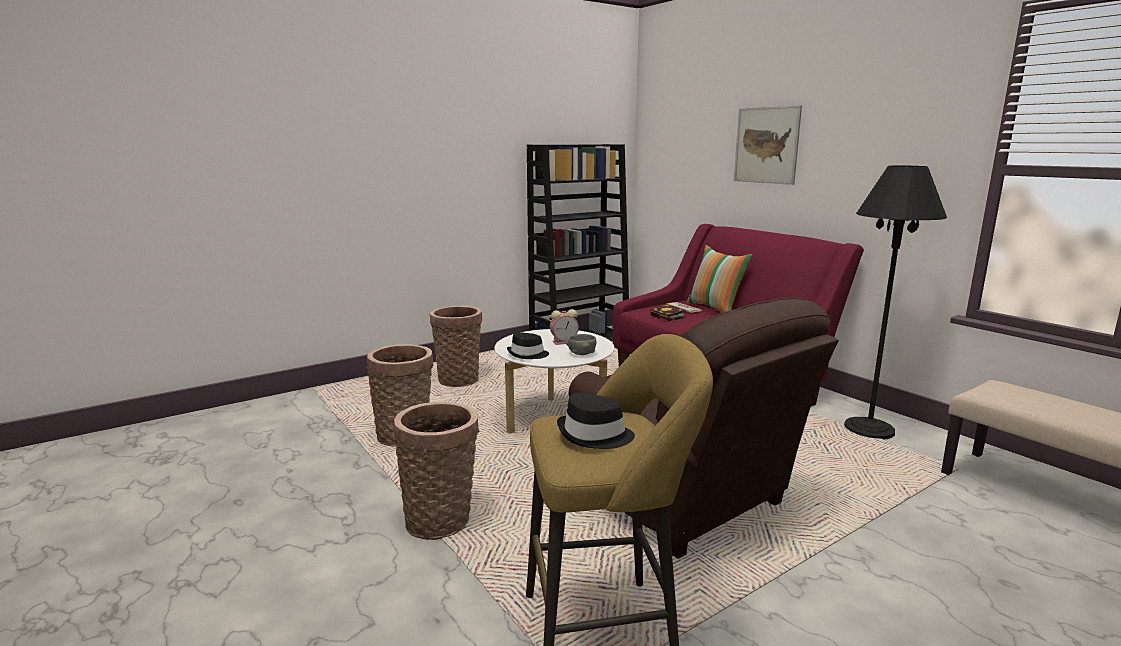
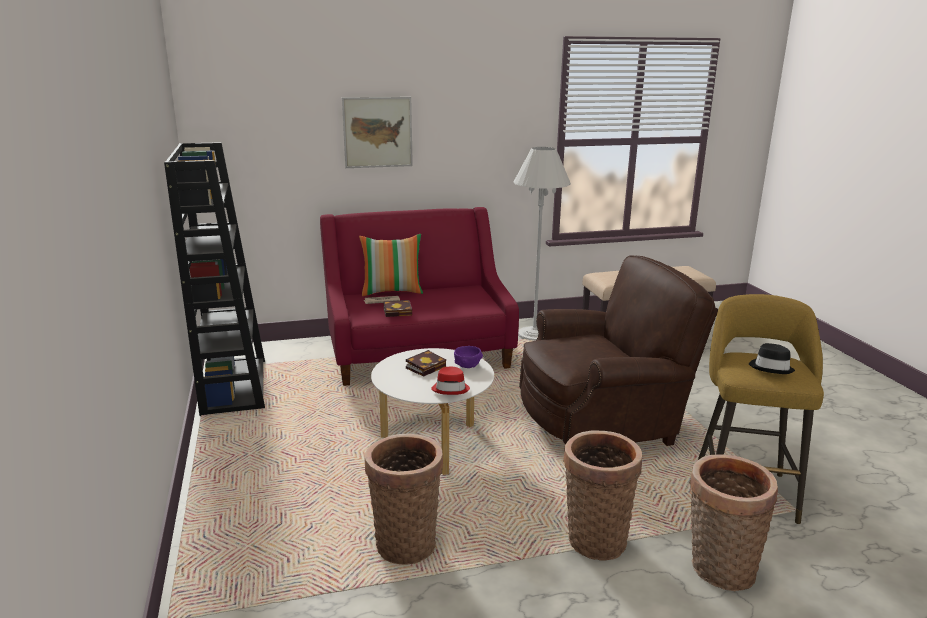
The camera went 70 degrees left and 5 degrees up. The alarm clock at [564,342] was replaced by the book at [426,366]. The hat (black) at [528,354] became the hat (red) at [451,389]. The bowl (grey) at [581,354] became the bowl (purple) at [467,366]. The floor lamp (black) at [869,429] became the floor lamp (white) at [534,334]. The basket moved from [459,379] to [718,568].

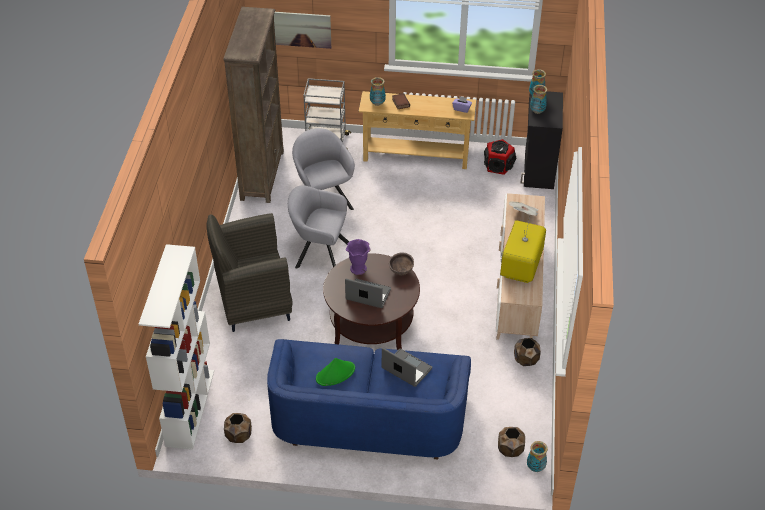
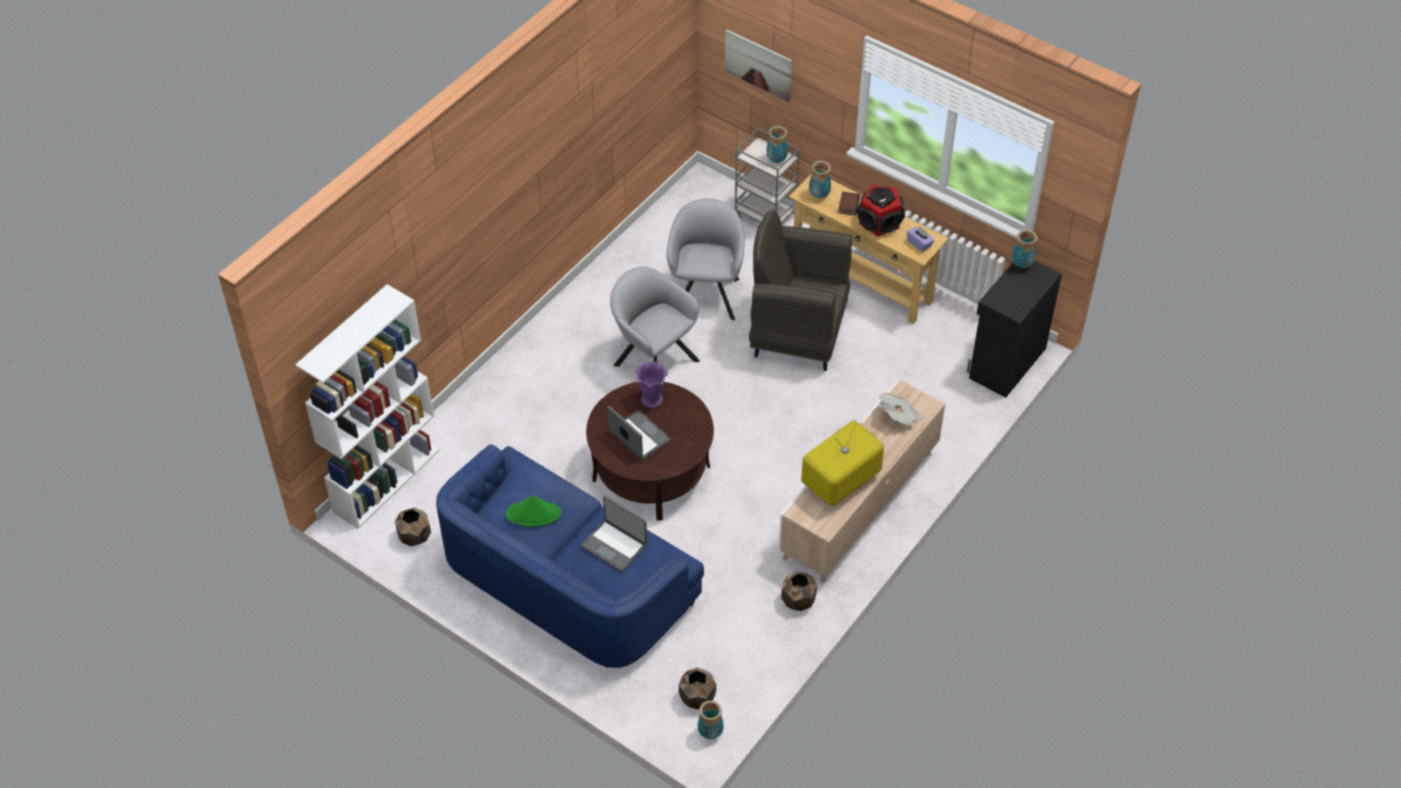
The camera went 30 degrees right and 5 degrees up. The laptop at [406,369] turned 150 degrees clockwise. The armchair (grey) moved from [253,302] to [797,333]. The vase moved from [537,111] to [776,160]. The speaker moved from [498,166] to [880,222]. The bookcase (brown) at [262,175] disappeared. The bowl (brown) at [401,272] disappeared.

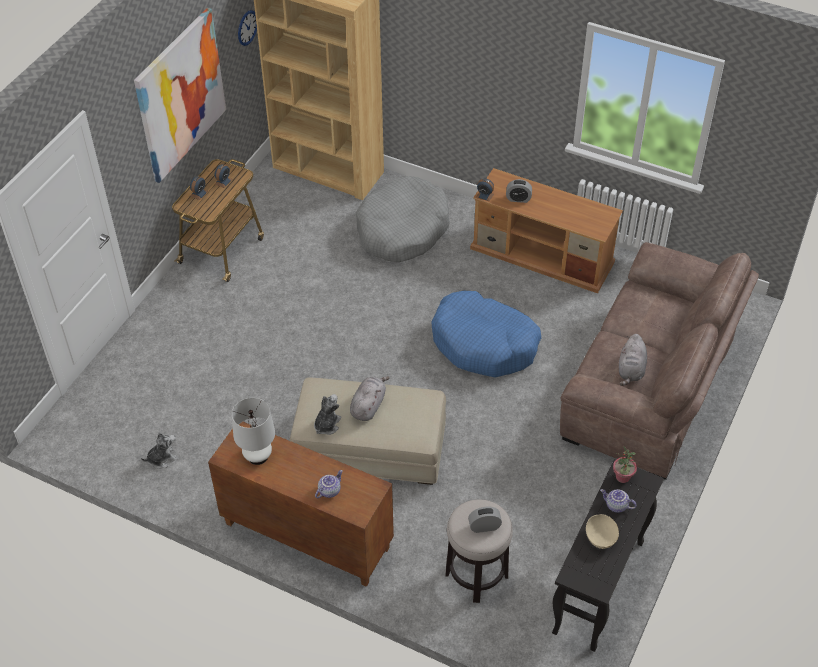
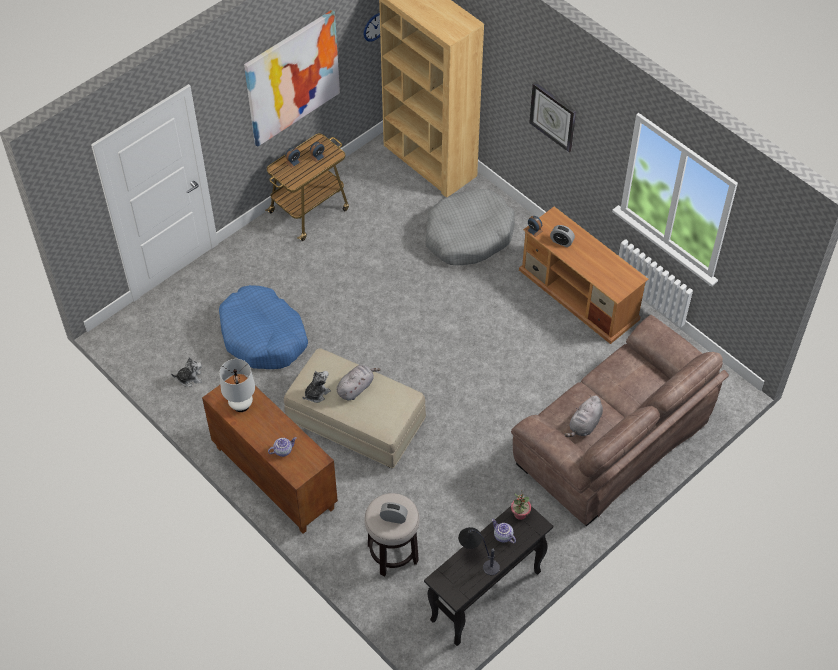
The camera went 20 degrees right and 5 degrees up. The dog bed (blue) moved from [484,343] to [263,336]. The bowl (beige) at [601,538] was replaced by the table lamp at [477,558]. The wall clock at [553,116] appeared.

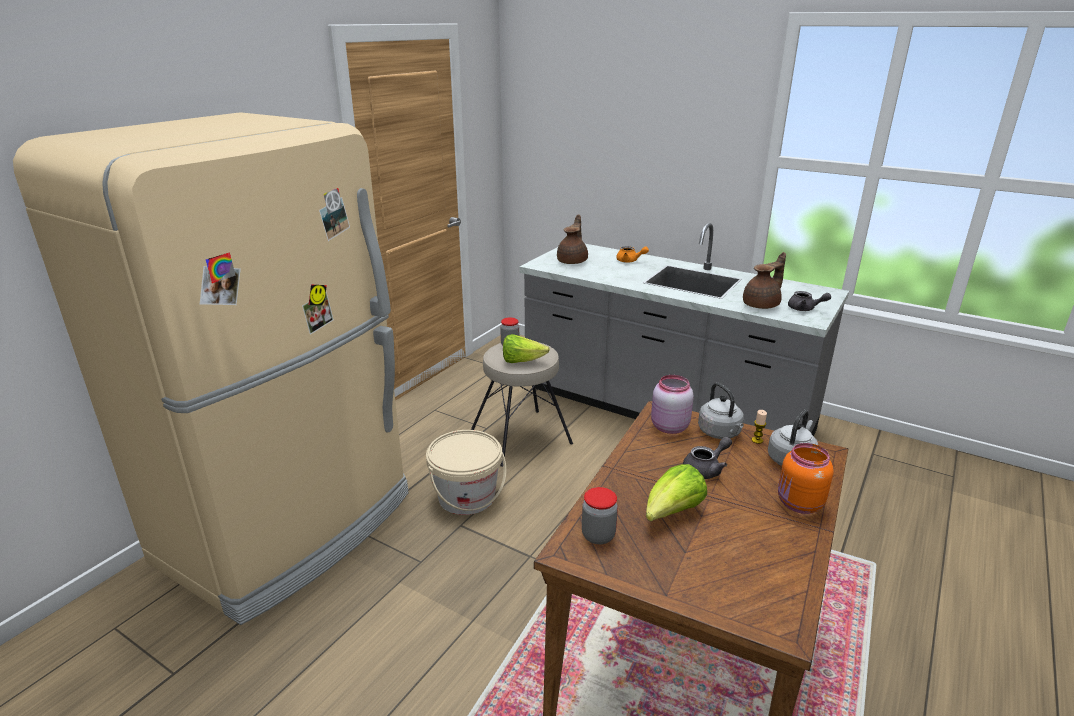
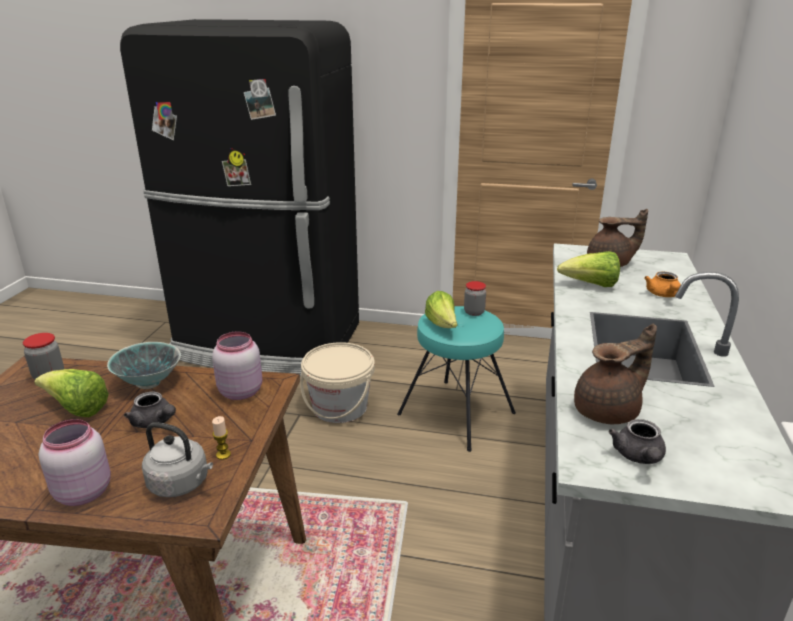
The camera went 70 degrees right and 0 degrees up. The jar (orange) at [798,504] became the jar (pink) at [82,491]. The bowl at [148,383] appeared. The fridge (beige) at [291,527] became the fridge (black) at [269,342]. The stool (beige) at [521,437] became the stool (turquoise) at [456,414]. The lettuce at [590,285] appeared. The teapot (brown) at [762,305] turned 60 degrees counterclockwise. The kettle (grey) at [720,433] disappeared.

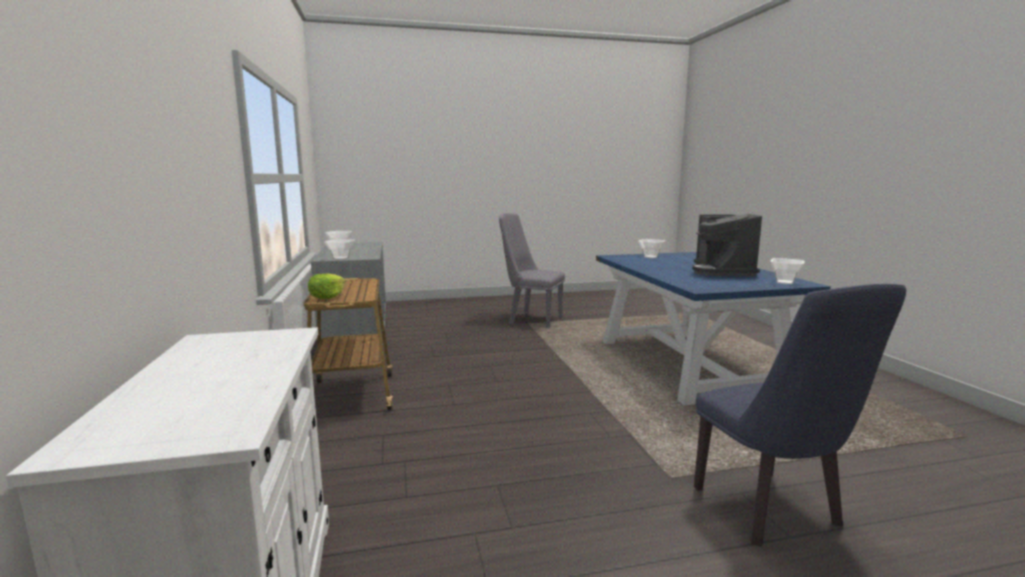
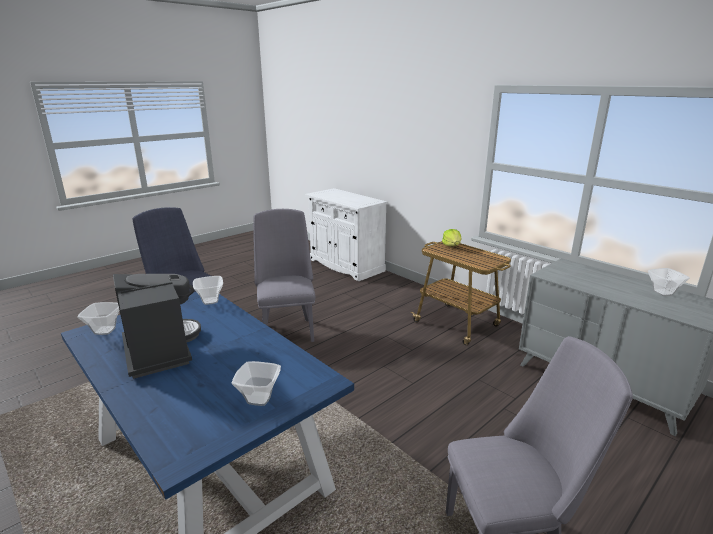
The camera went 150 degrees right and 10 degrees up. The bowl moved from [341,258] to [209,301]. The chair (grey) at [287,329] appeared.

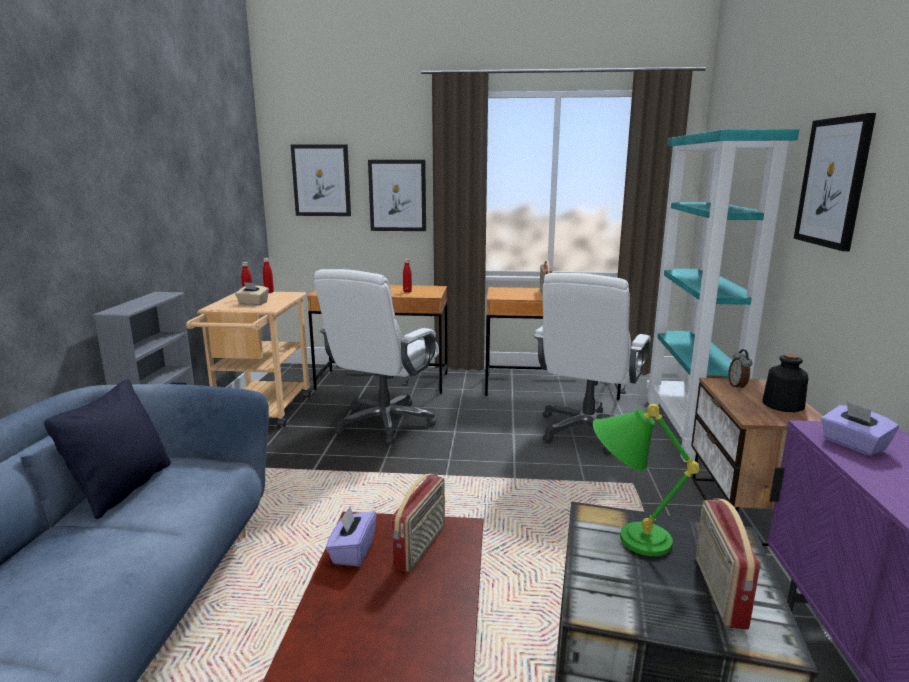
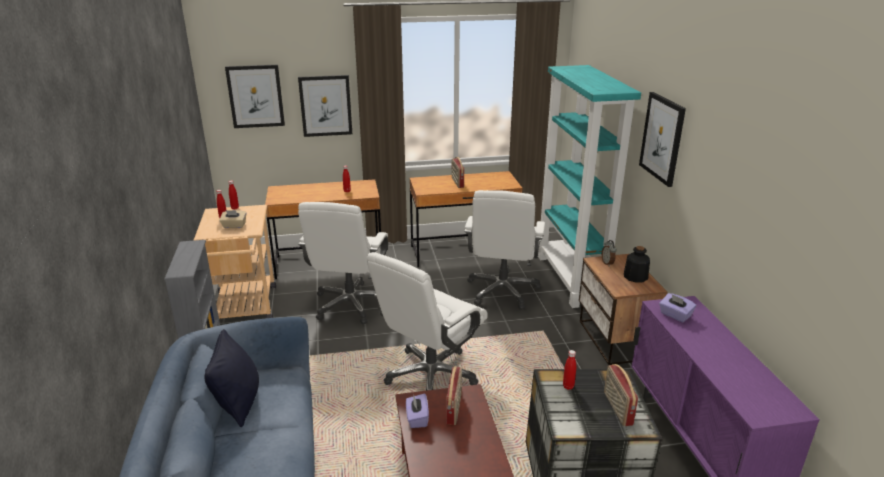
The camera went 15 degrees left and 10 degrees up. The office chair (white) at [430,375] appeared. The table lamp (green) at [626,537] was replaced by the bottle (red) at [568,386].

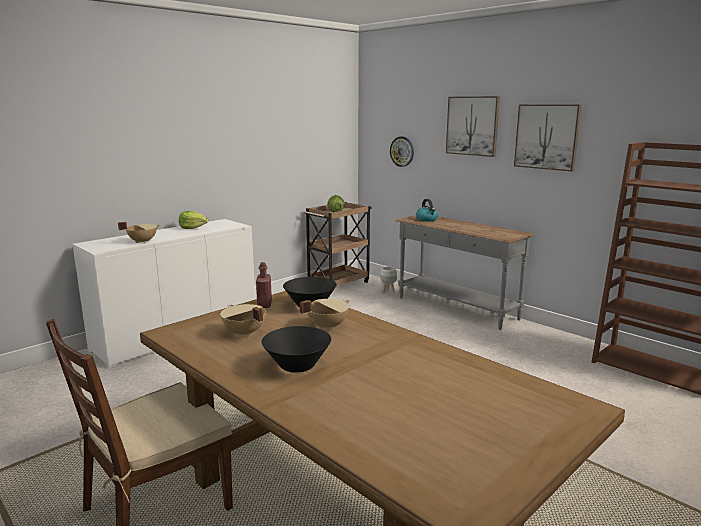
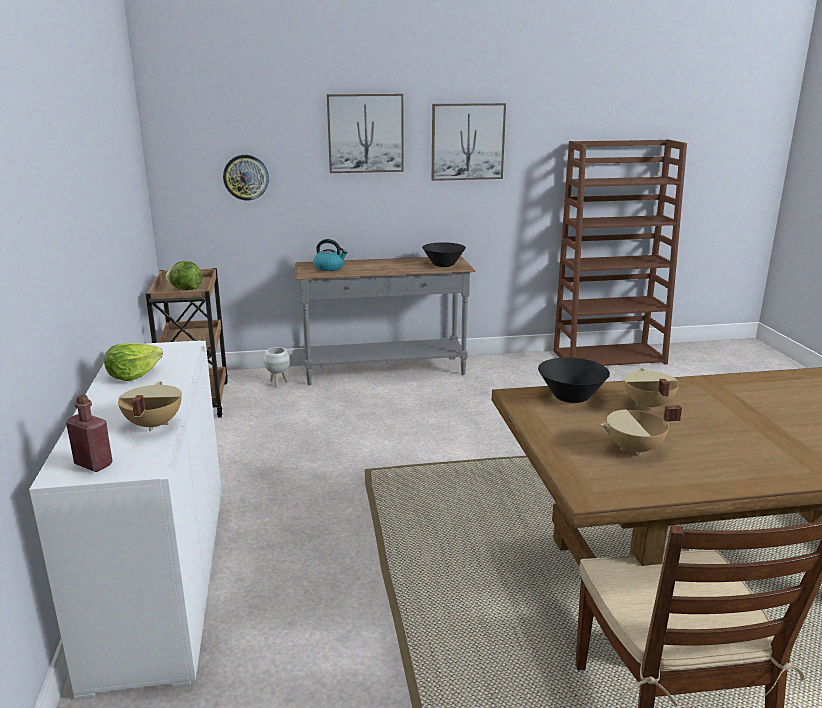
The camera went 55 degrees left and 5 degrees up. The bottle (red) moved from [264,304] to [93,464]. The bowl (black) moved from [297,366] to [443,265].

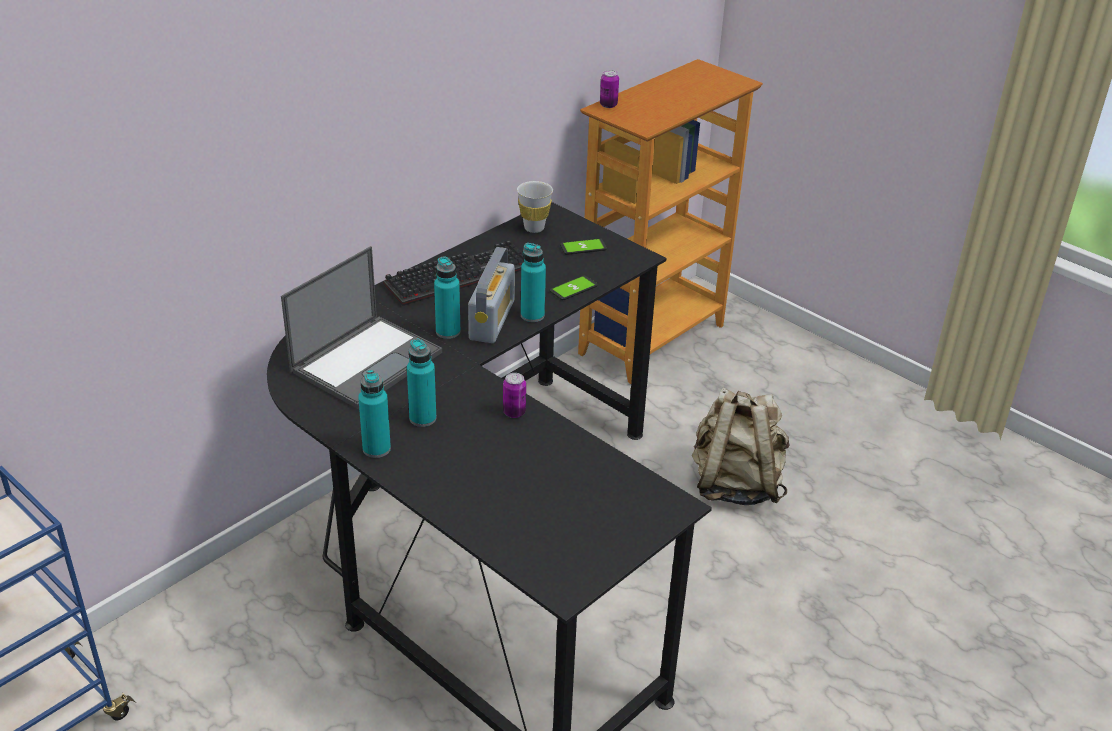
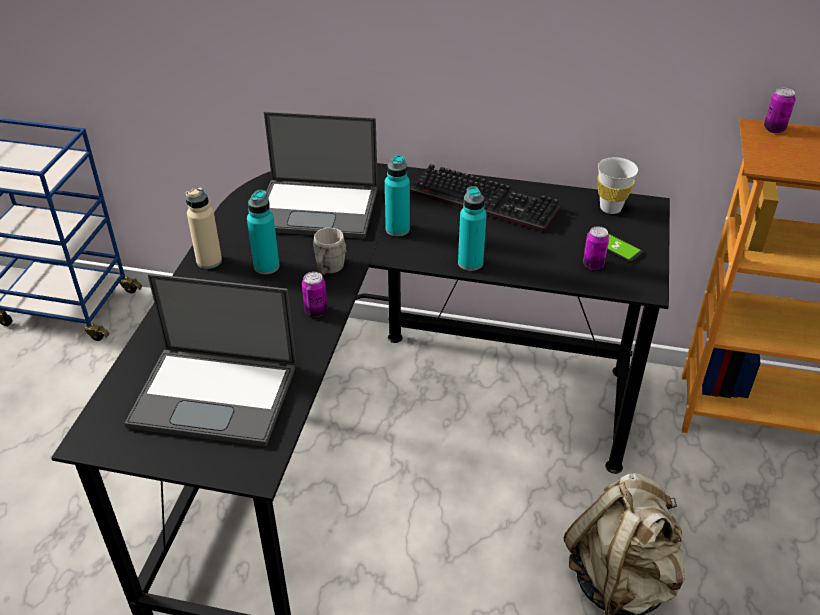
The camera went 60 degrees right and 5 degrees up. The laptop at [216,395] appeared. The bottle (turquoise) at [376,449] became the bottle (beige) at [209,261]. The mug (grey) at [328,270] appeared. The can at [593,264] appeared. The radio at [492,320] disappeared. The phone at [573,288] disappeared.

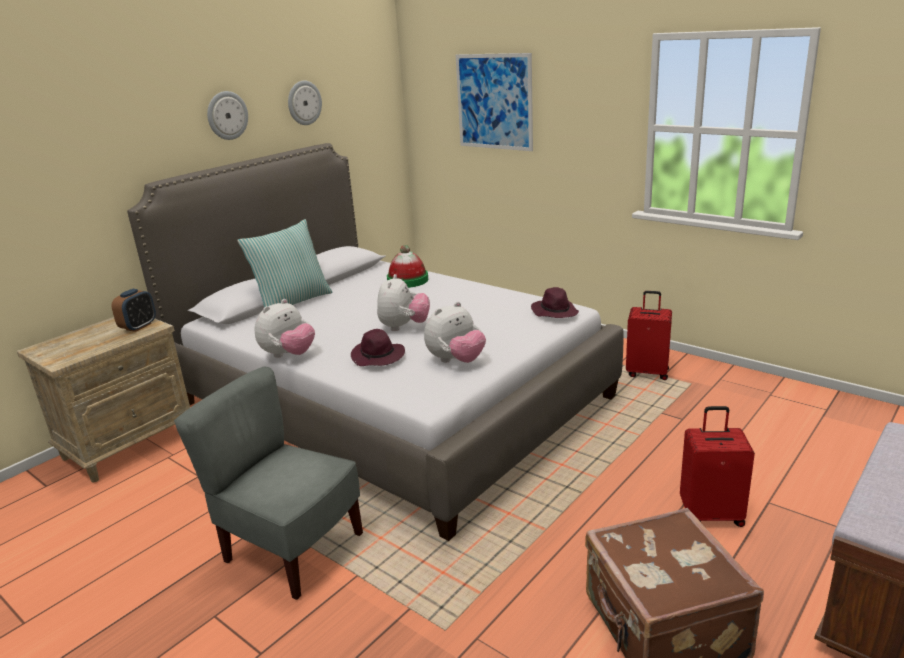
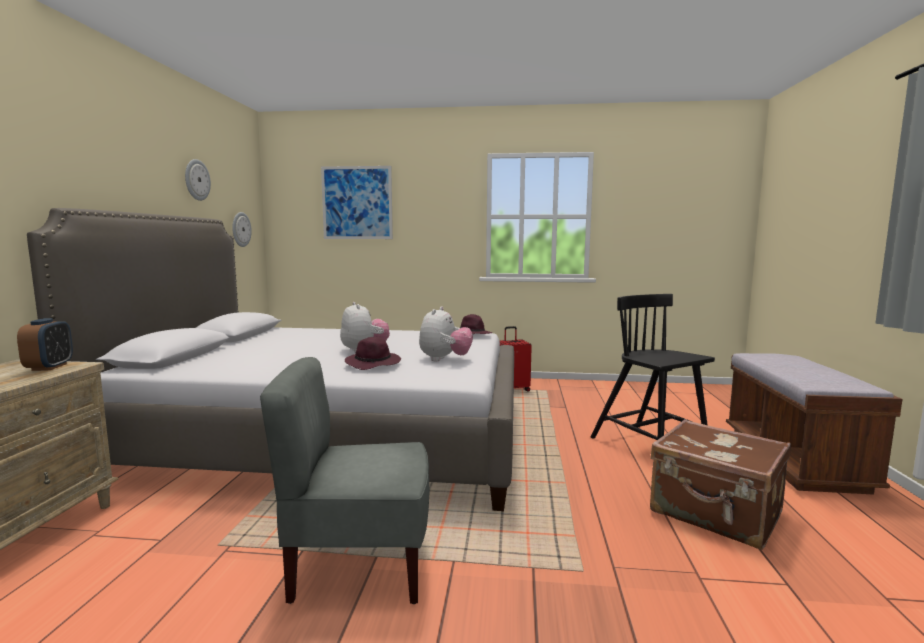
The camera went 35 degrees left and 15 degrees down. The wall clock moved from [227,115] to [240,229]. The suitcase (red) at [711,514] was replaced by the chair (black) at [650,447]. The pillow at [292,302] disappeared. The plush toy at [288,355] disappeared. The hat at [407,280] disappeared.

